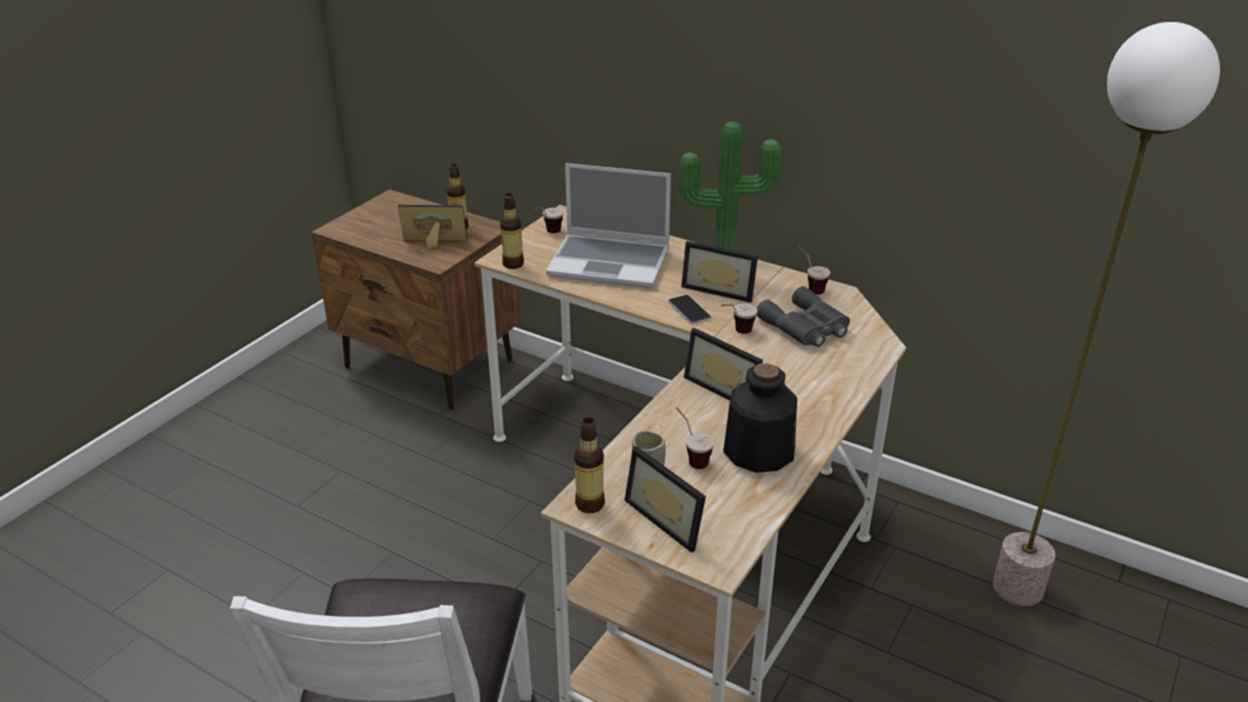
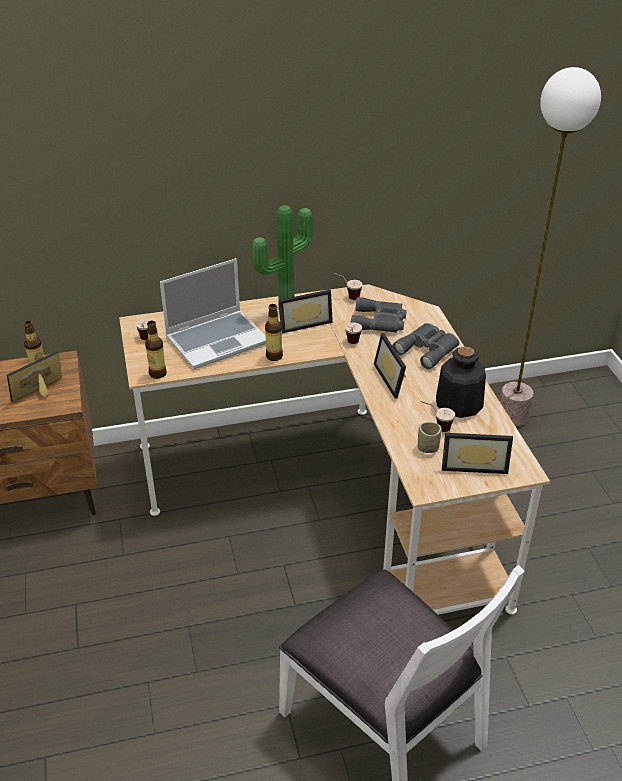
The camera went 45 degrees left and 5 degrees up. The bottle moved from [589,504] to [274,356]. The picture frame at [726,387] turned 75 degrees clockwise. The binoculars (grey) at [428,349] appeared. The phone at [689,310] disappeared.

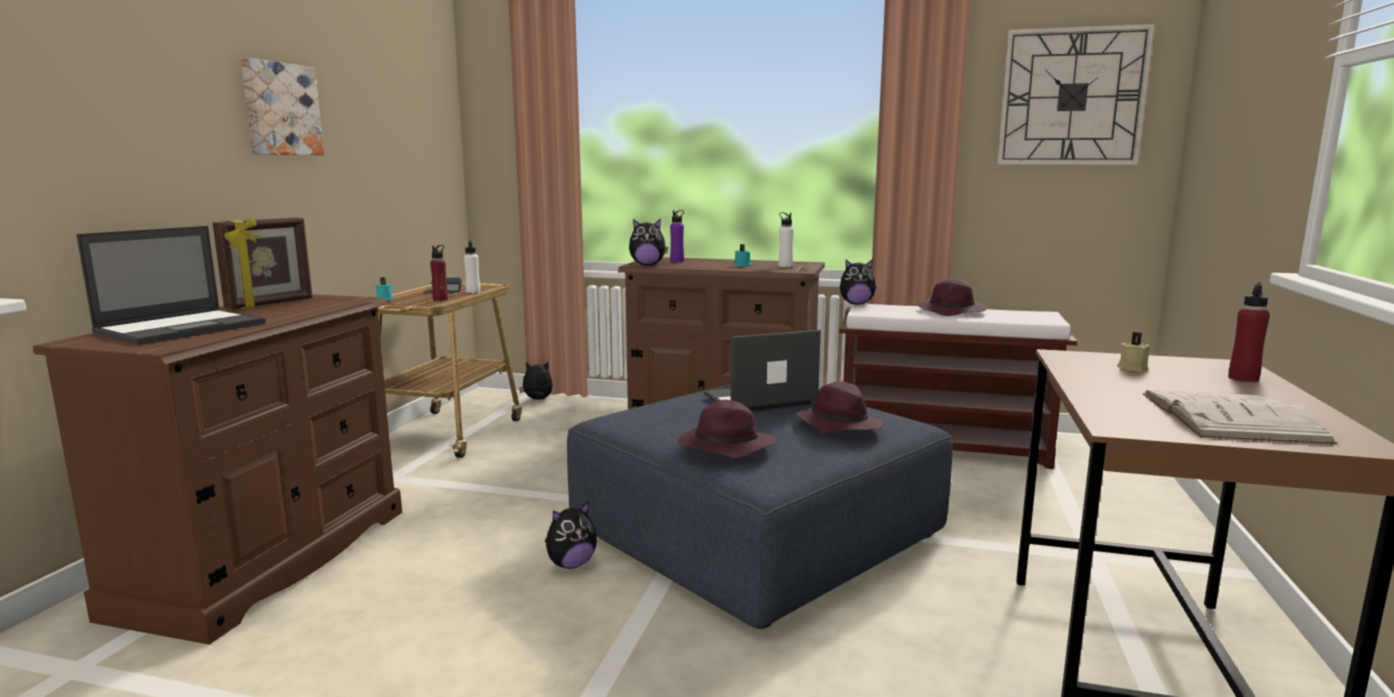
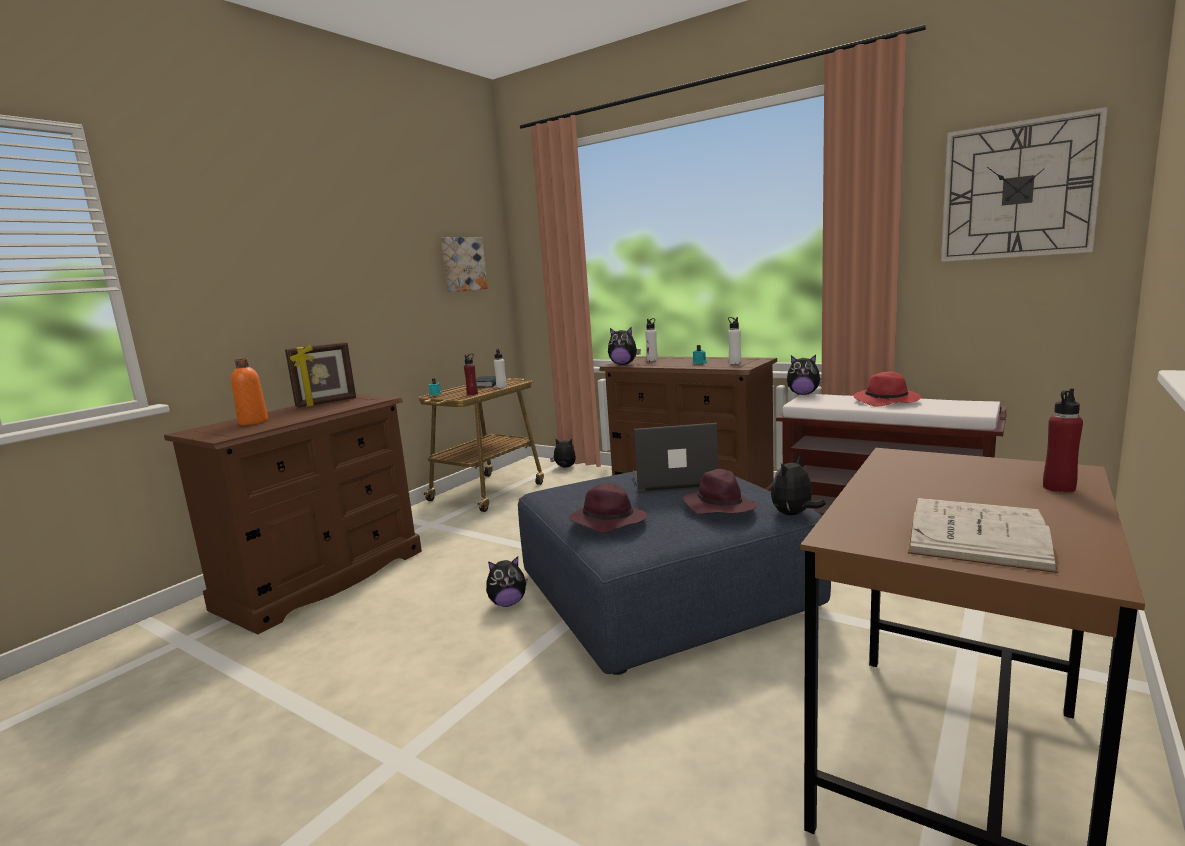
The camera went 20 degrees right and 0 degrees up. The laptop at [183,328] was replaced by the bottle (orange) at [253,422]. The picture moved from [280,109] to [462,264]. The bottle (purple) at [677,261] became the bottle (white) at [652,360]. The plush toy at [794,514] appeared. The hat (purple) at [952,311] became the hat (red) at [887,401]. The candle (beige) at [1132,368] disappeared.

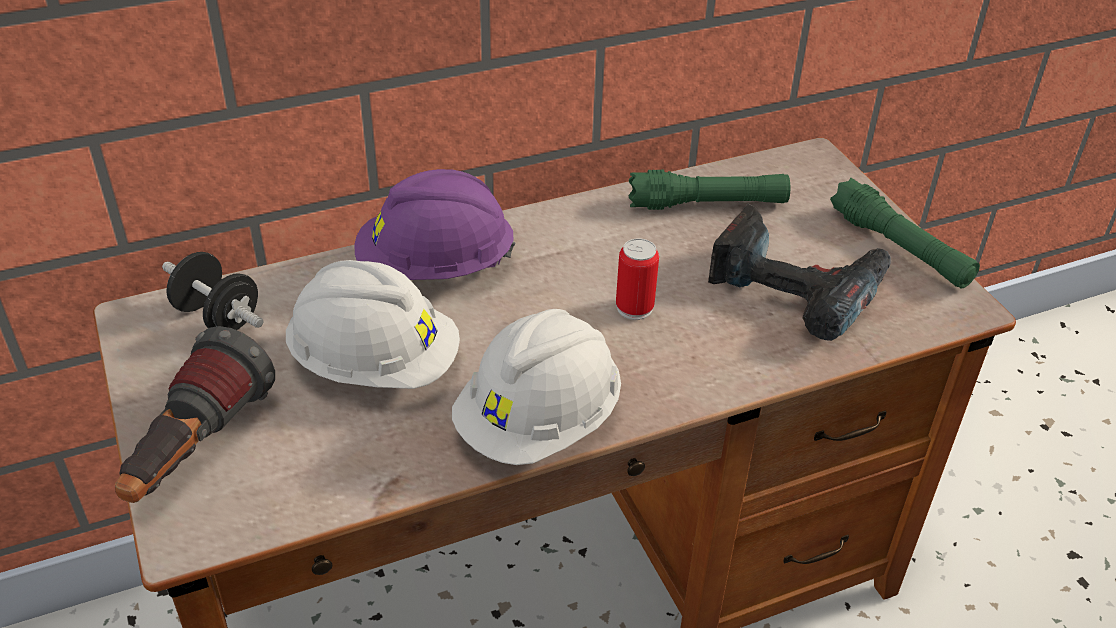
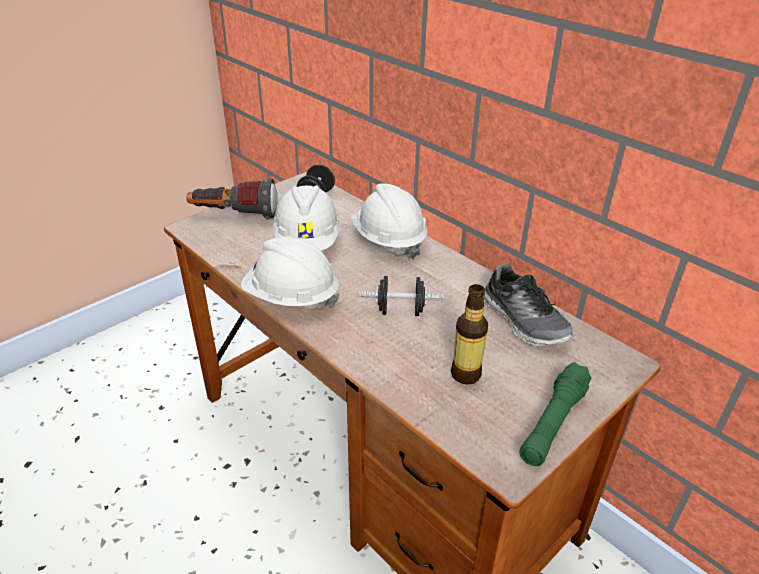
The camera went 70 degrees right and 5 degrees down. The hard hat (purple) at [435,267] became the hard hat (white) at [388,241]. The can at [634,307] was replaced by the dumbbell (black) at [400,311]. The power drill at [795,288] was replaced by the bottle at [465,374]. The flashlight (green) at [708,204] was replaced by the shoe at [524,321].

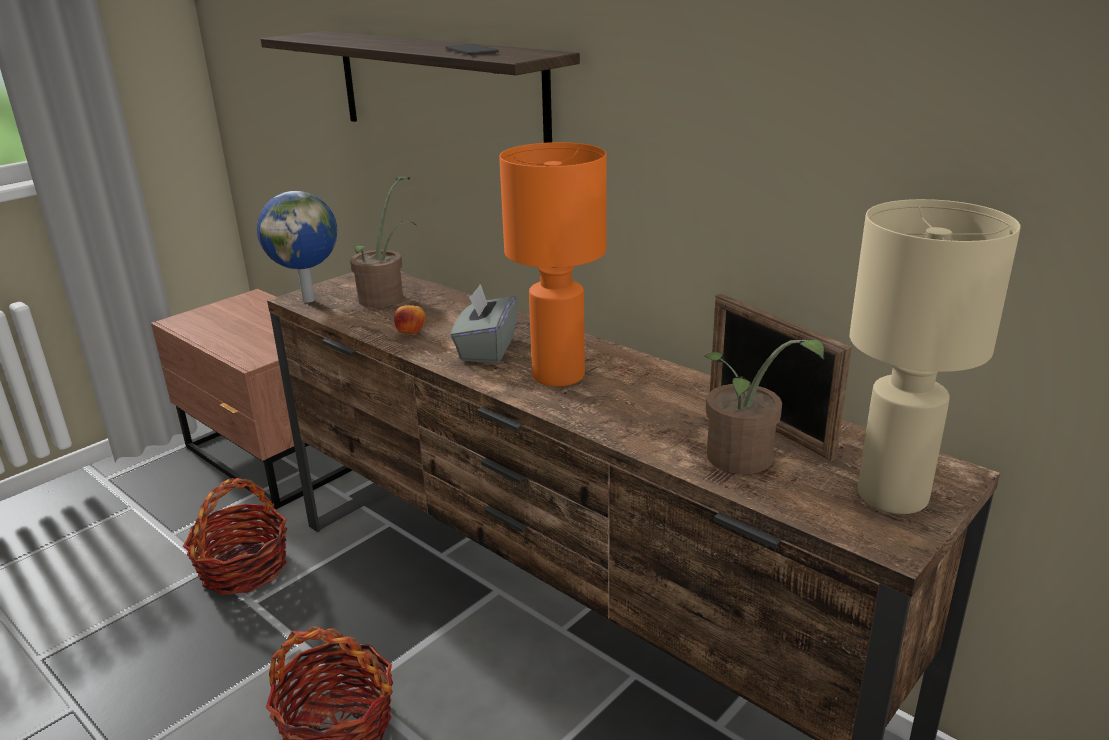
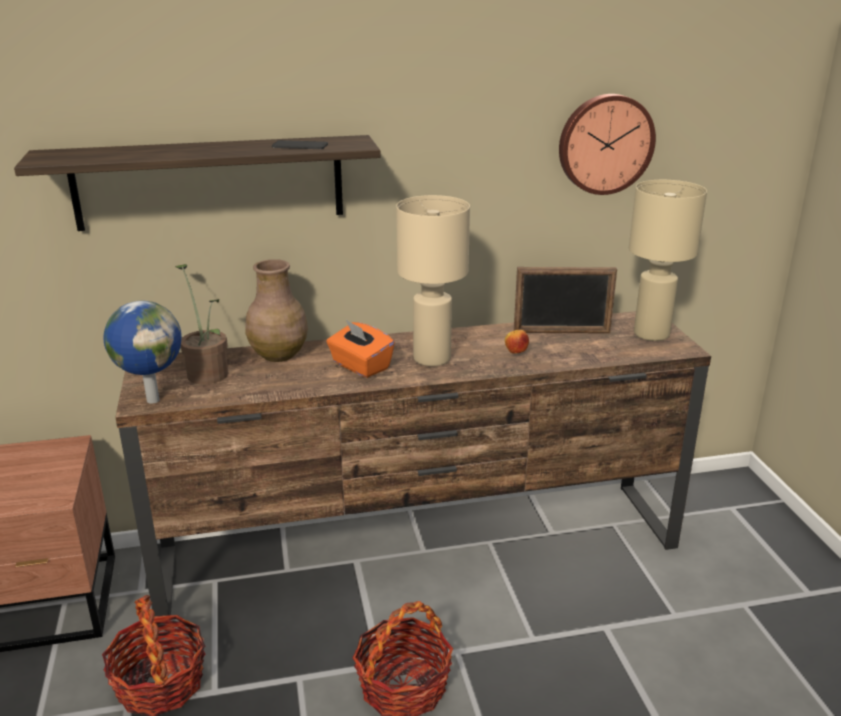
The camera went 55 degrees left and 0 degrees up. The vase (brown) at [279,355] appeared. The tissue box (grey) at [486,349] became the tissue box (orange) at [360,366]. The table lamp (orange) at [557,376] became the table lamp (beige) at [431,359]. The apple moved from [411,334] to [515,352]. The wall clock at [604,143] appeared. The potted plant at [743,462] disappeared.

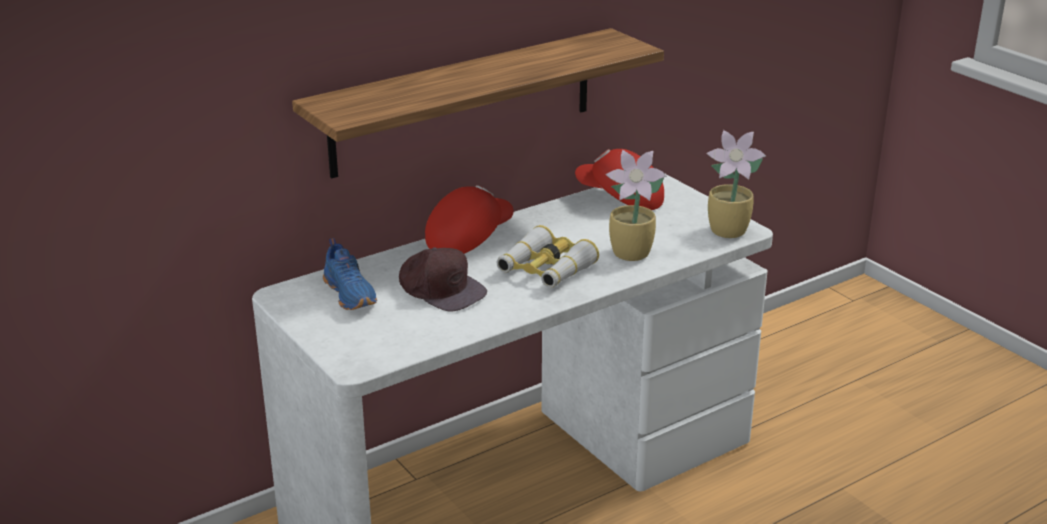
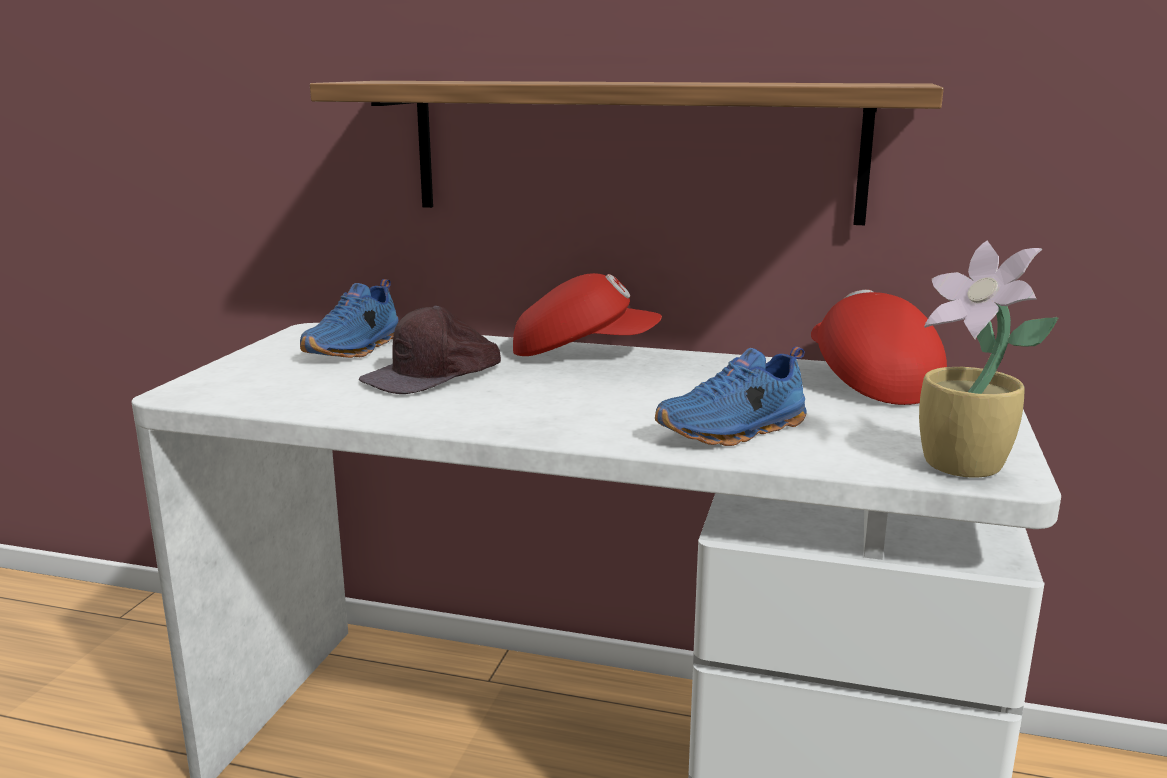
The camera went 50 degrees right and 10 degrees down. The cap (brown) at [441,289] turned 45 degrees clockwise. The potted plant at [633,254] was replaced by the shoe (blue) at [734,431]. The binoculars at [545,269] disappeared.

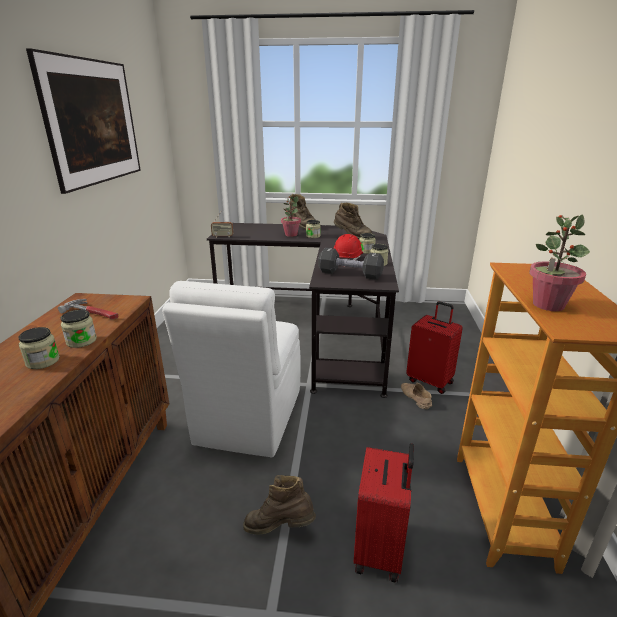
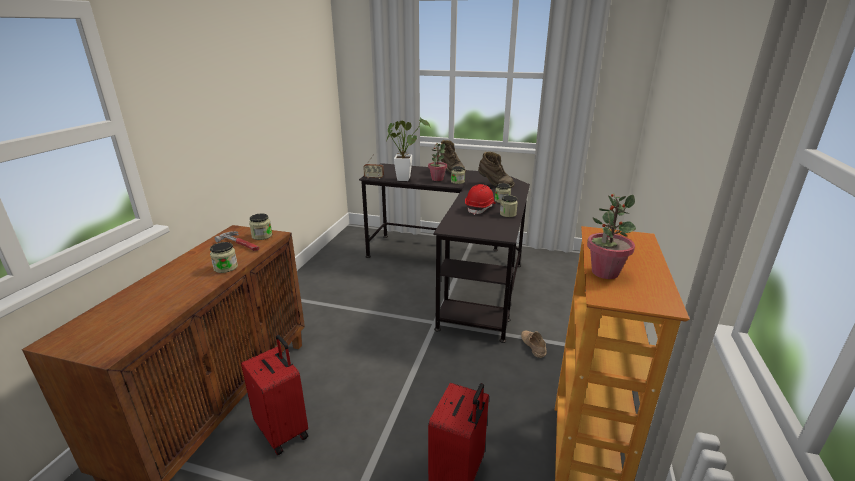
The camera went 10 degrees right and 0 degrees up. The suitcase (red) moved from [430,381] to [283,430]. The jar moved from [43,361] to [262,236]. The potted plant at [404,178] appeared. The picture at [99,152] disappeared. The chair (white) at [248,418] disappeared. The boot (brown) at [280,528] disappeared. The dumbbell (black) at [350,274] disappeared.

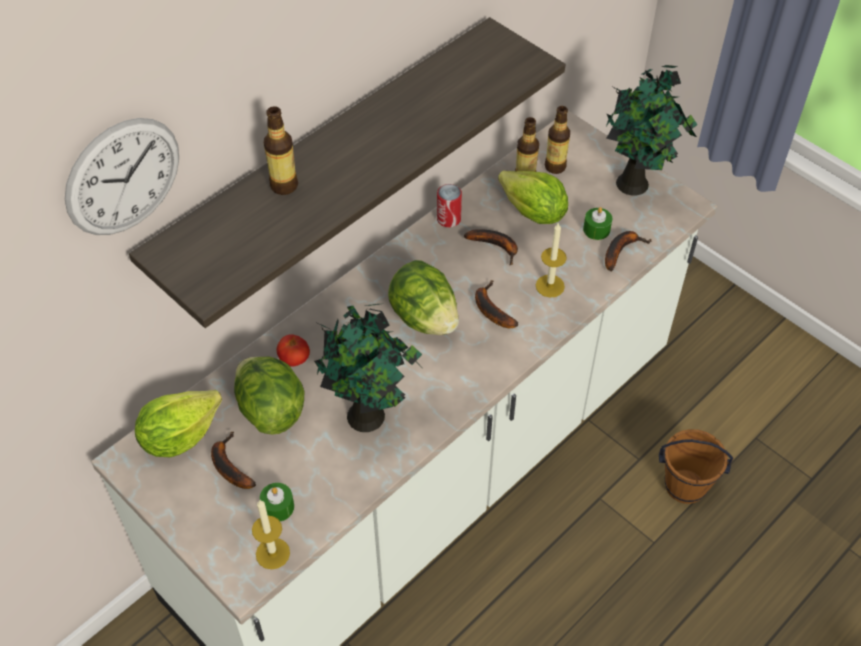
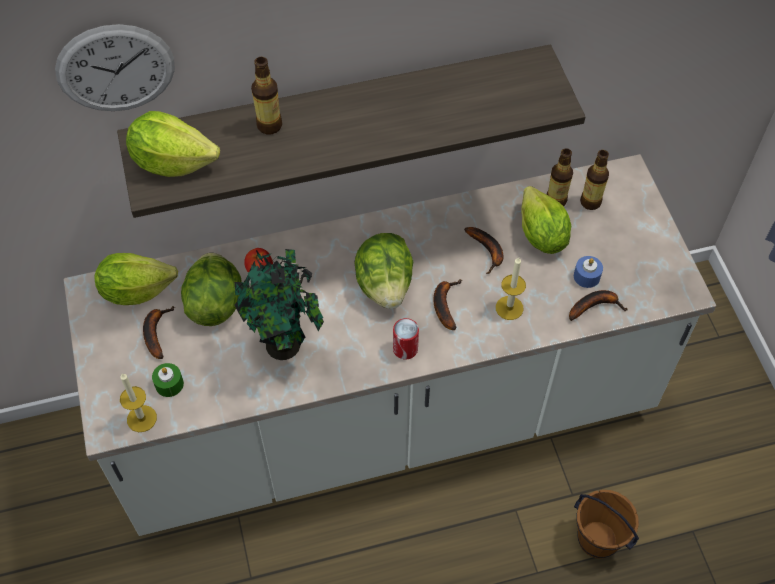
The camera went 30 degrees right and 5 degrees up. The lettuce at [172,162] appeared. The can moved from [448,219] to [405,349]. The candle (green) at [596,229] became the candle (blue) at [586,276]. The potted plant at [635,184] disappeared.

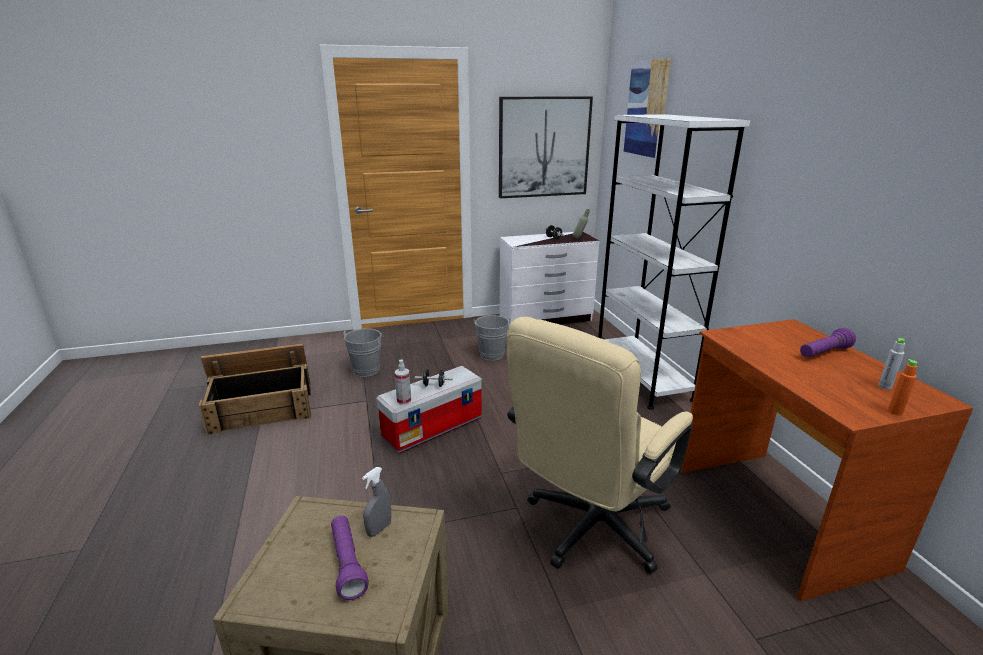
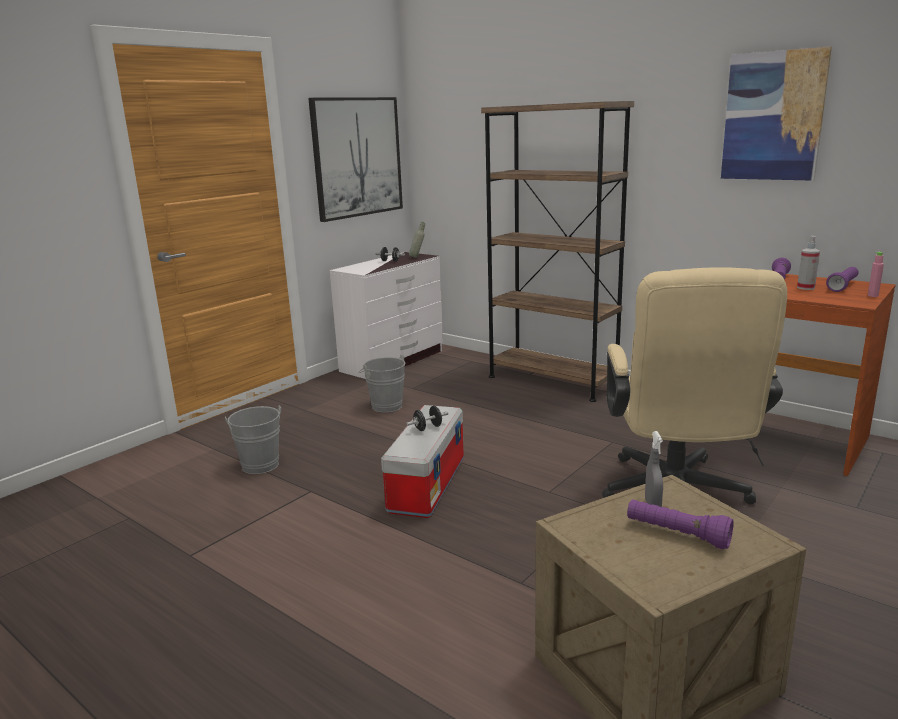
The camera went 35 degrees left and 5 degrees down. The bookcase (white) at [641,376] became the bookcase (brown) at [552,380]. The picture moved from [646,108] to [773,116]. The spray bottle moved from [404,400] to [806,288]. The bottle (grey) at [885,386] was replaced by the flashlight (purple) at [843,286]. The bottle (orange) at [895,412] became the bottle (pink) at [873,295]. The crate at [262,406] disappeared.

